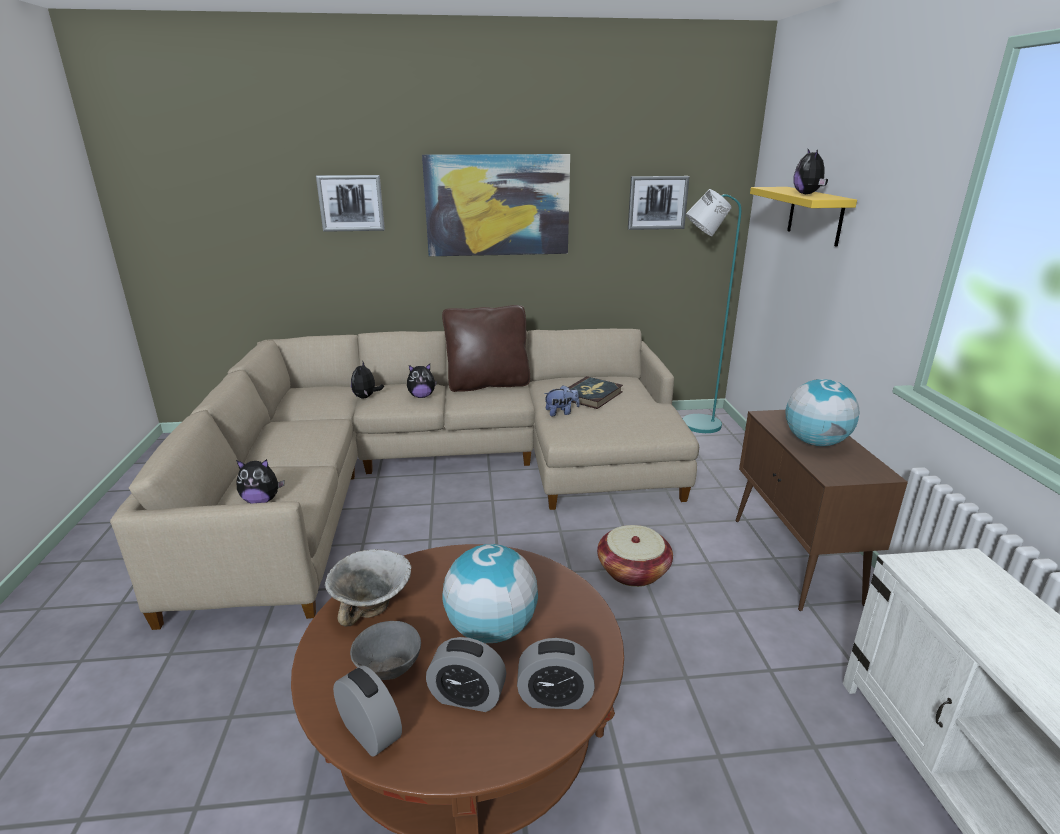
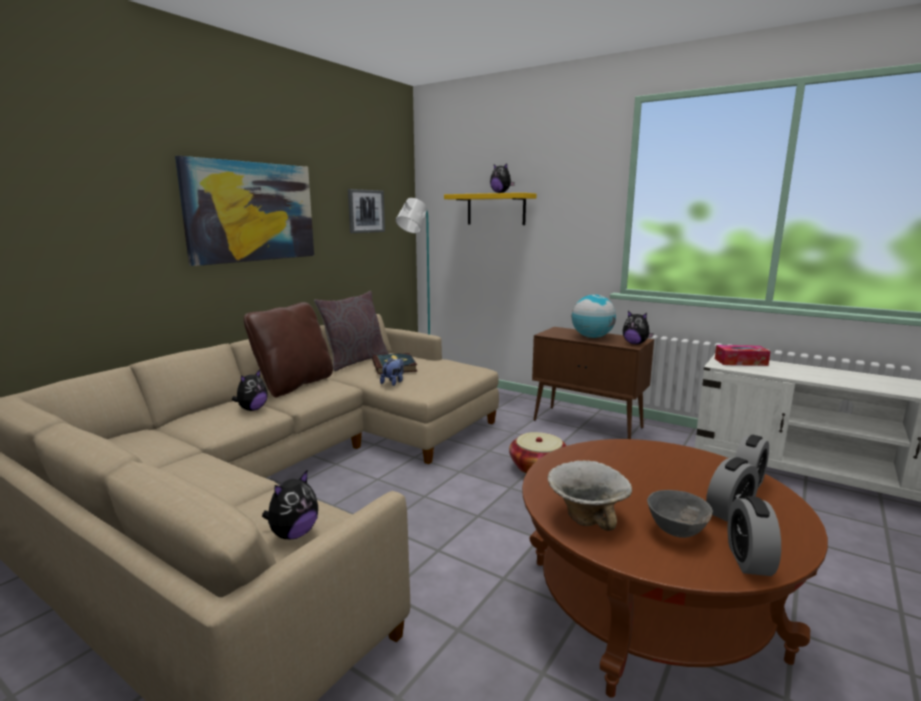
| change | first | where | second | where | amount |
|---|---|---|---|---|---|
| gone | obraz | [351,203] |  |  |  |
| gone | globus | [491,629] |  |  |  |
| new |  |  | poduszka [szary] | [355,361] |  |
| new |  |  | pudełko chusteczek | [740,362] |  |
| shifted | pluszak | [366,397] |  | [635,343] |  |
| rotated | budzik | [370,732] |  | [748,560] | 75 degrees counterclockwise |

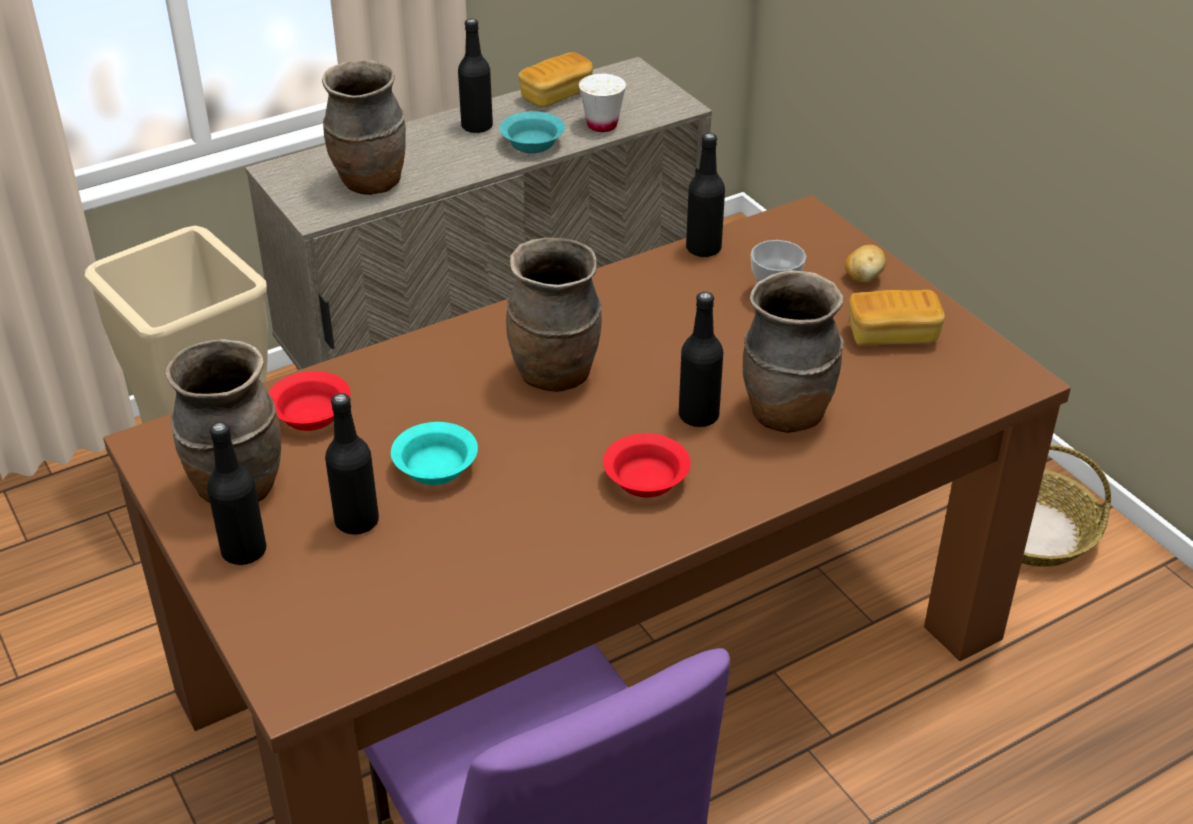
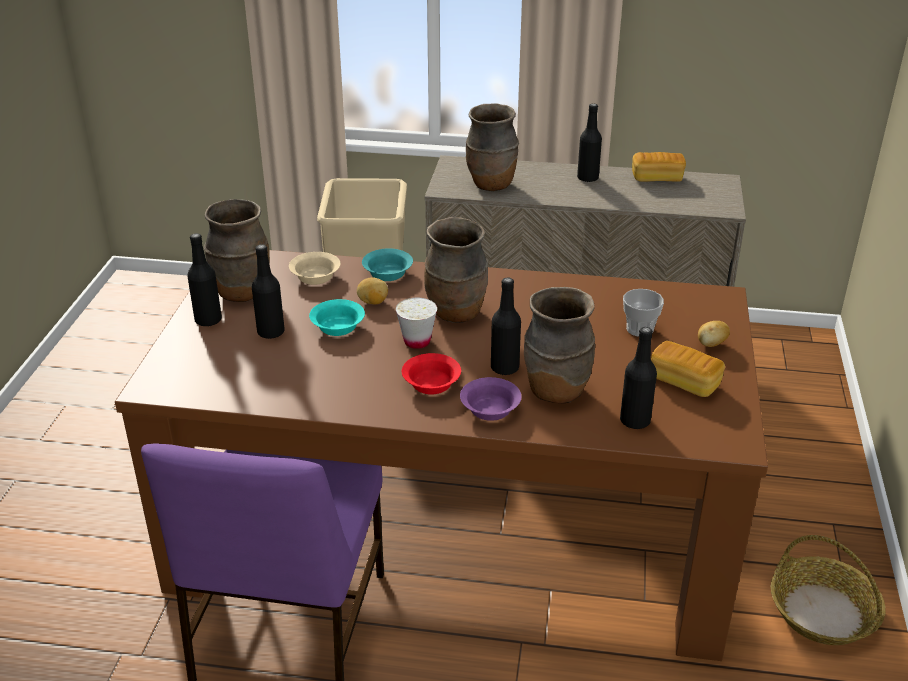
| change | first | where | second | where | amount |
|---|---|---|---|---|---|
| new |  |  | ziemniak | [373,302] |  |
| new |  |  | miska [fioletowy] | [489,409] |  |
| shifted | miska [turkusowy] | [534,143] |  | [389,274] |  |
| shifted | filiżanka [biały] | [602,125] |  | [417,341] |  |
| shifted | butelka [czarny] | [703,249] |  | [635,421] |  |
| repainted | miska [czerwony] | [313,414] | miska [beżowy] | [316,277] |  |

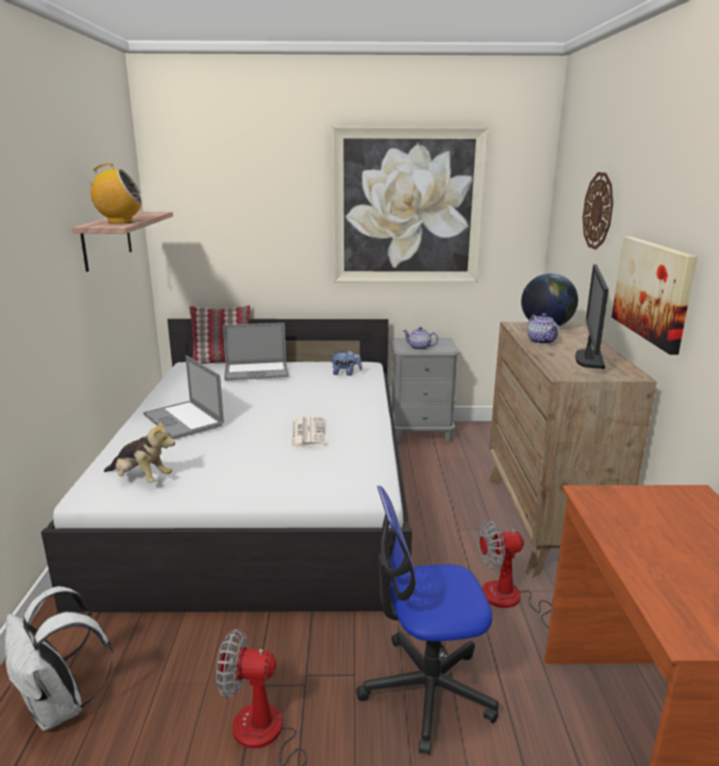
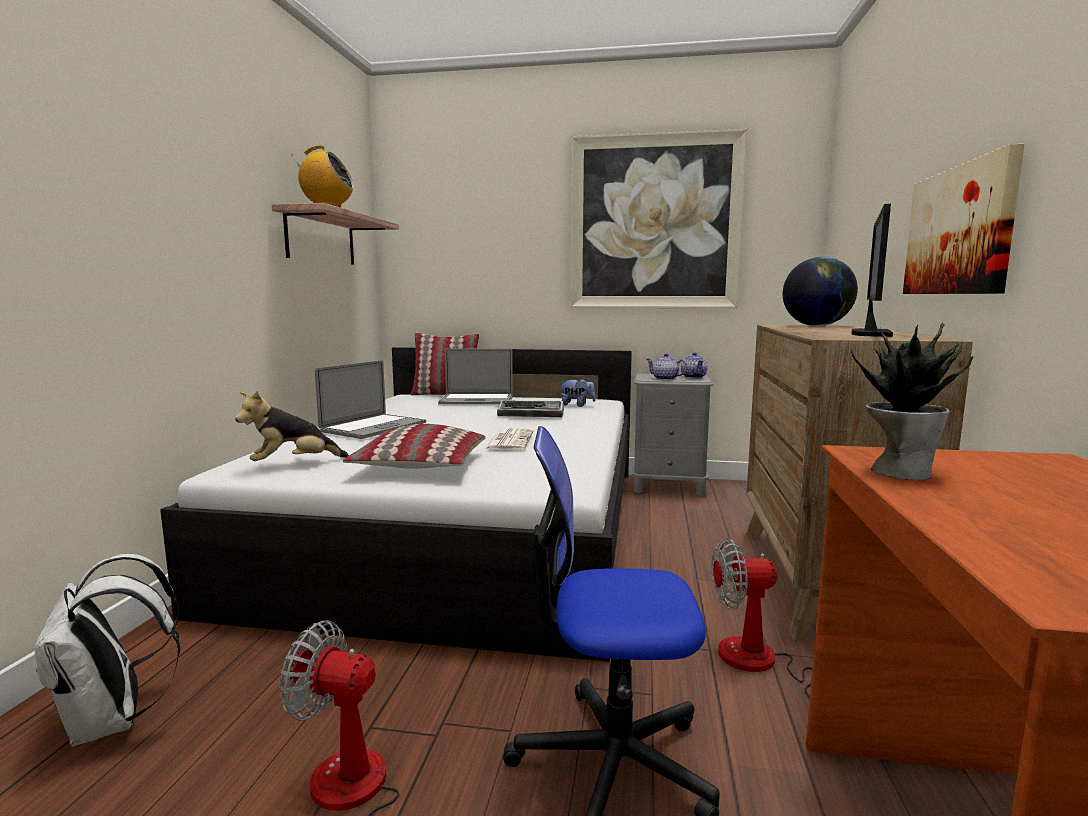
| change | first | where | second | where | amount |
|---|---|---|---|---|---|
| gone | zegar ścienny | [598,211] |  |  |  |
| new |  |  | poduszka | [420,466] |  |
| new |  |  | klawiatura | [532,414] |  |
| new |  |  | roślina doniczkowa | [899,471] |  |
| shifted | imbryk | [541,341] |  | [693,377] |  |
| rotated | pluszak | [141,479] |  | [293,464] | 120 degrees clockwise |
| rotated | laptop | [183,420] |  | [374,427] | 120 degrees counterclockwise |

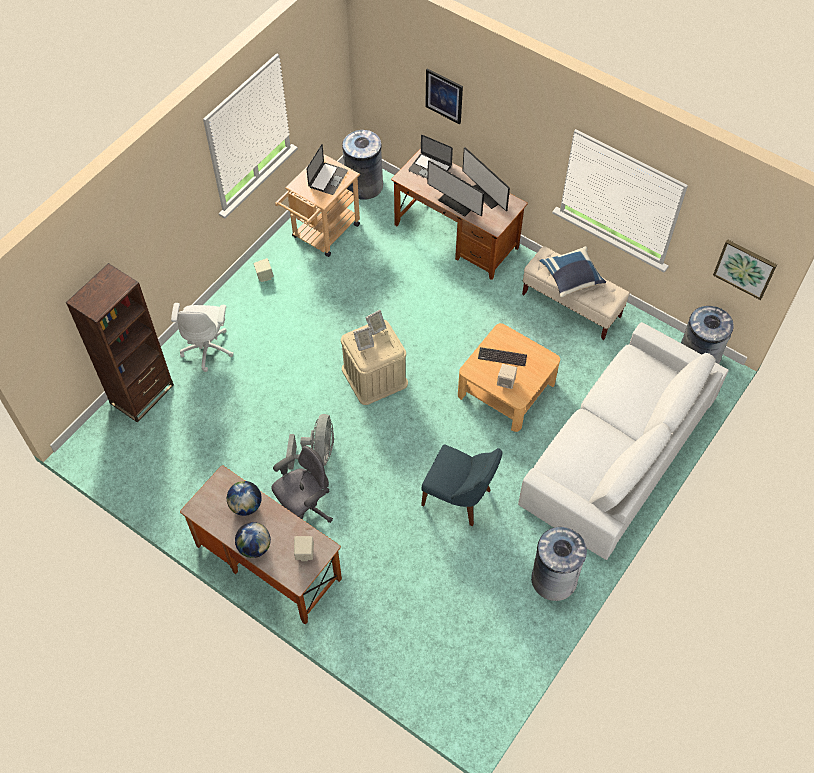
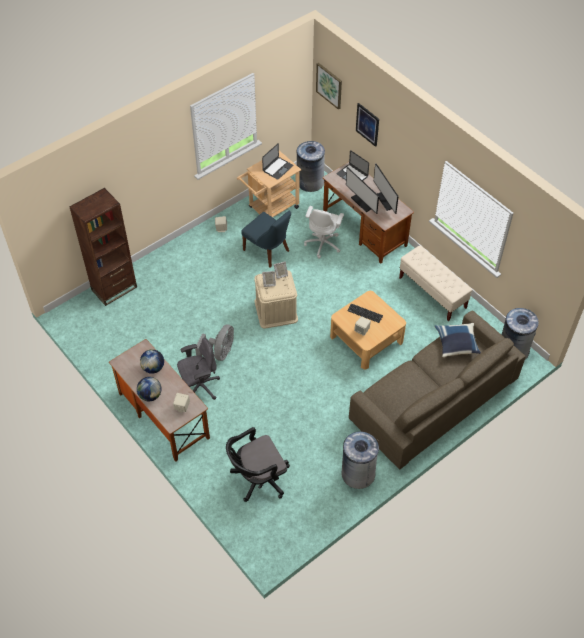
| change | first | where | second | where | amount |
|---|---|---|---|---|---|
| new |  |  | krzesło biurowe [czarny] | [257,479] |  |
| shifted | krzesło biurowe [biały] | [208,348] |  | [323,244] |  |
| shifted | krzesło [niebieski] | [459,498] |  | [268,251] |  |
| shifted | poduszka [niebieski] | [571,278] |  | [456,344] |  |
| shifted | obraz | [745,268] |  | [329,85] |  |
| repainted | kanapa [biały] | [617,450] | kanapa [brązowy] | [433,398] |  |

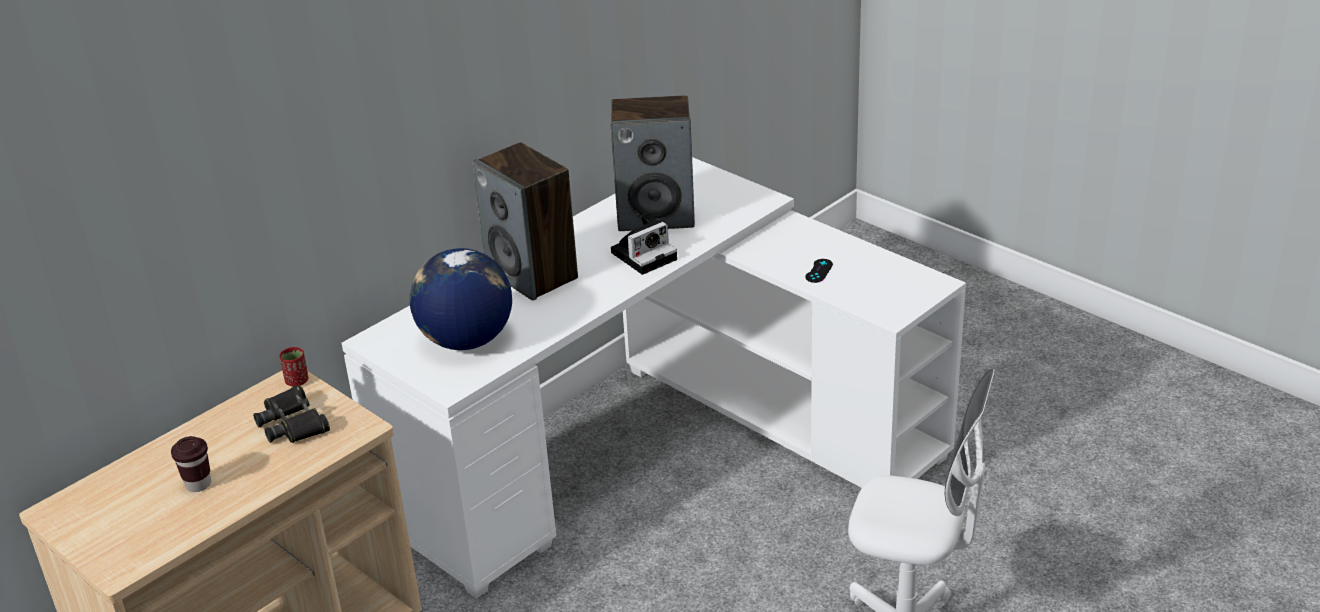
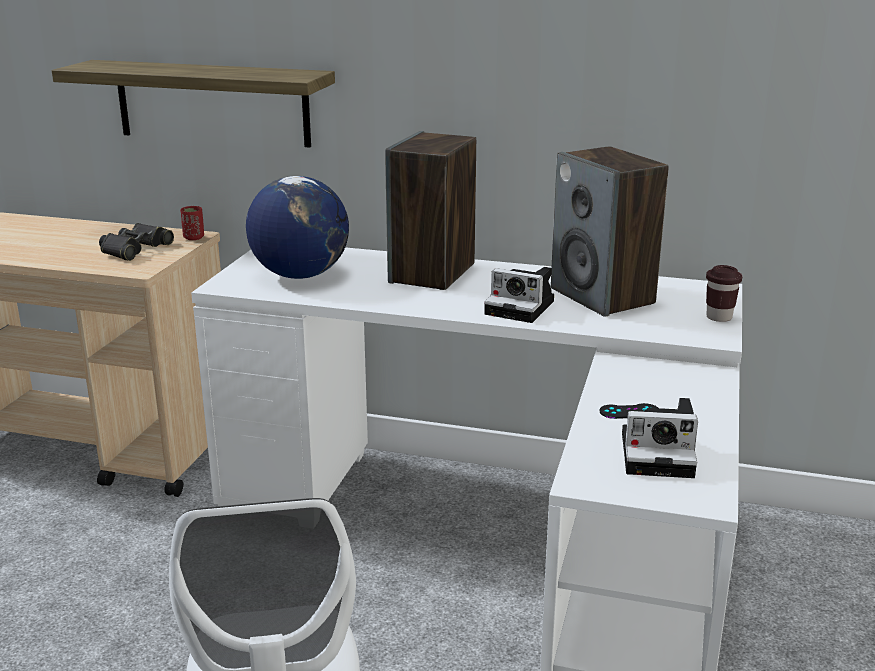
| change | first | where | second | where | amount |
|---|---|---|---|---|---|
| new |  |  | półka | [212,103] |  |
| new |  |  | aparat fotograficzny | [660,454] |  |
| shifted | filiżanka [brązowy] | [198,484] |  | [719,317] |  |

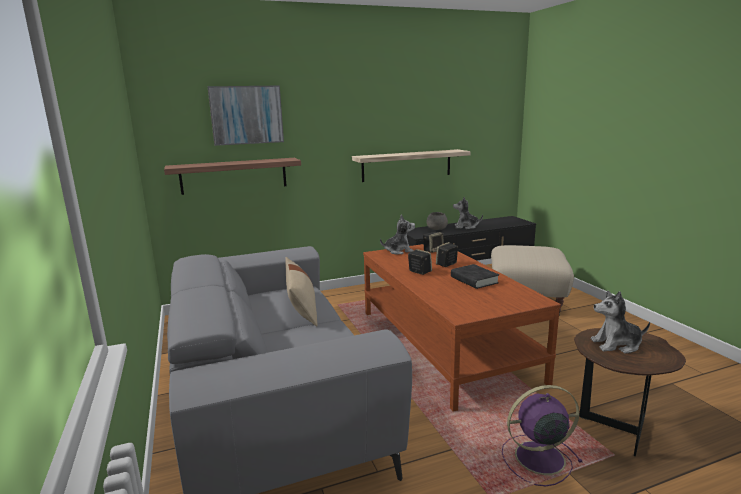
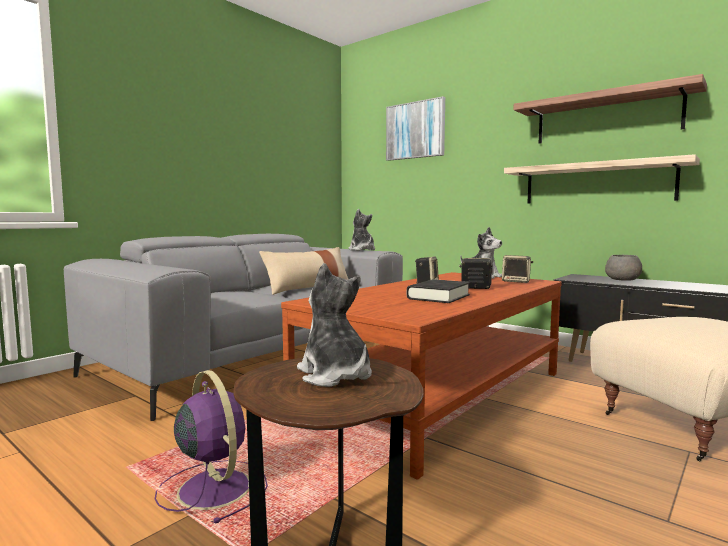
| change | first | where | second | where | amount |
|---|---|---|---|---|---|
| shifted | półka | [234,175] |  | [606,117] |  |
| shifted | pluszak | [466,227] |  | [361,250] |  |

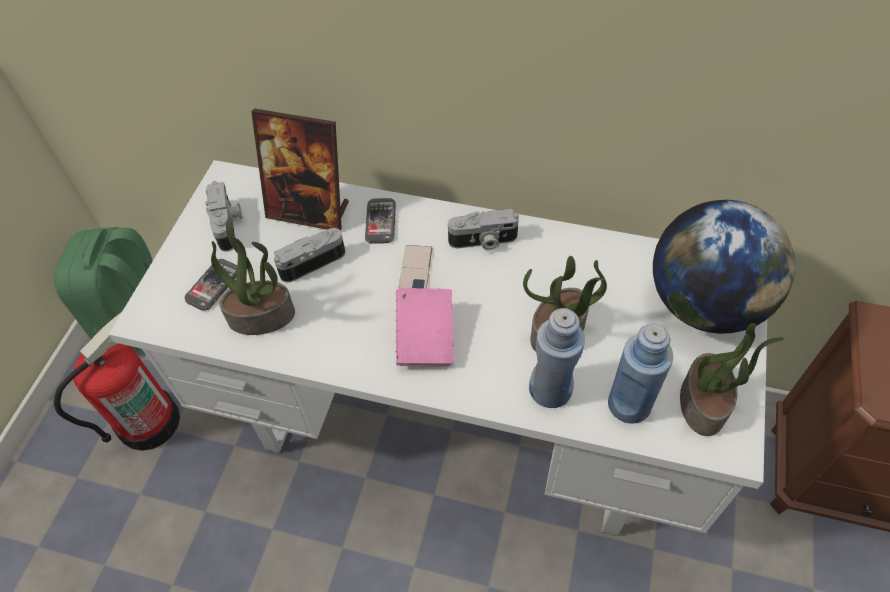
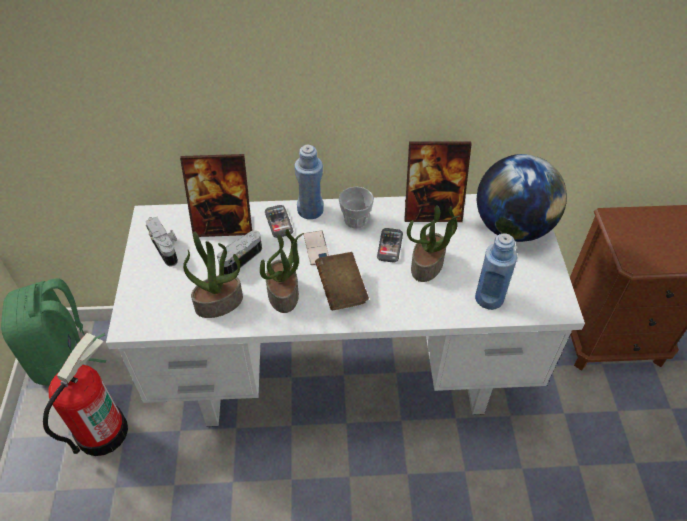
| change | first | where | second | where | amount |
|---|---|---|---|---|---|
| new |  |  | ramka na zdjęcie | [432,212] |  |
| shifted | telefon | [213,285] |  | [389,246] |  |
| shifted | butelka [niebieski] | [550,389] |  | [310,210] |  |
| shifted | roślina doniczkowa | [704,403] |  | [284,294] |  |
| swapped | aparat fotograficzny | [483,241] | filiżanka | [355,220] |  |
| repainted | książka [różowy] | [425,338] | książka [brązowy] | [341,290] |  |

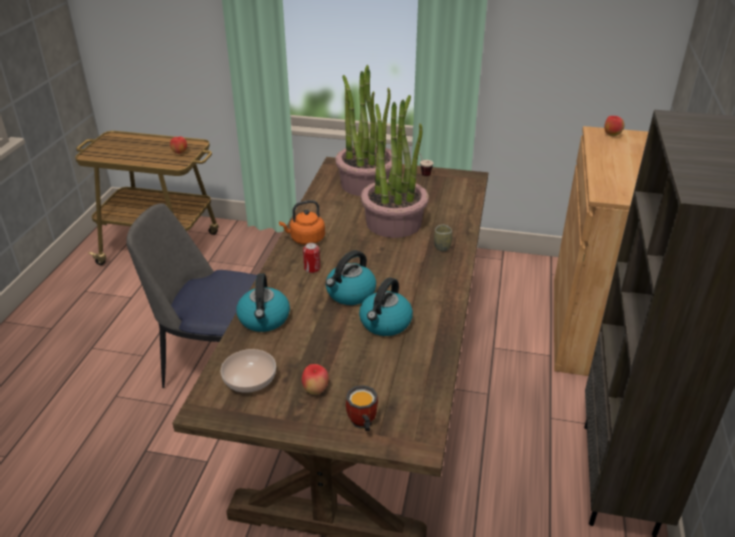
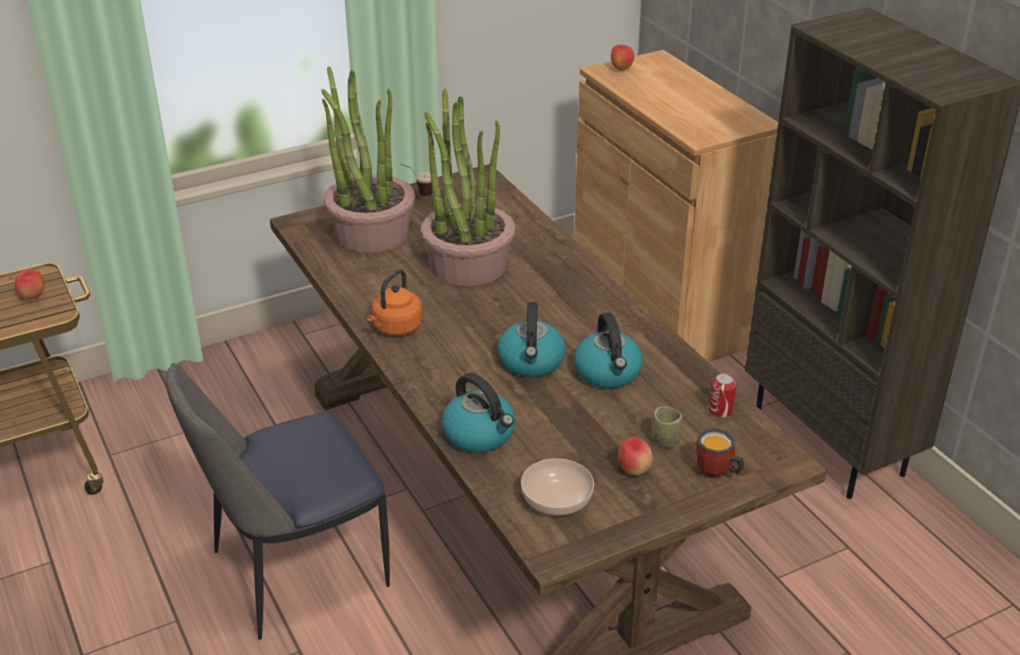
| change | first | where | second | where | amount |
|---|---|---|---|---|---|
| shifted | puszka | [312,268] |  | [720,410] |  |
| shifted | filiżanka | [442,247] |  | [665,441] |  |

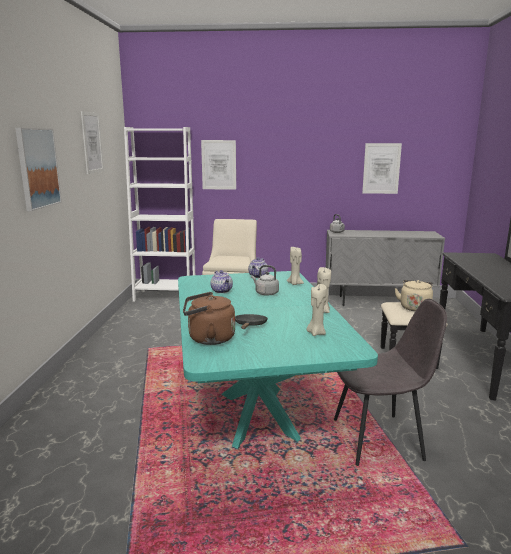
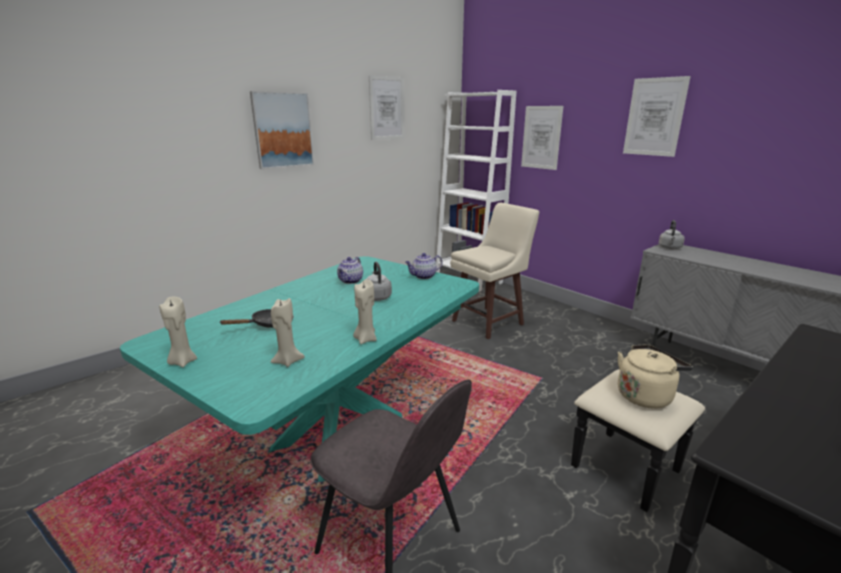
| change | first | where | second | where | amount |
|---|---|---|---|---|---|
| gone | czajnik [brązowy] | [208,339] |  |  |  |
| shifted | świeca [beżowy] | [294,284] |  | [183,361] |  |
| shifted | obraz | [381,168] |  | [654,117] |  |

